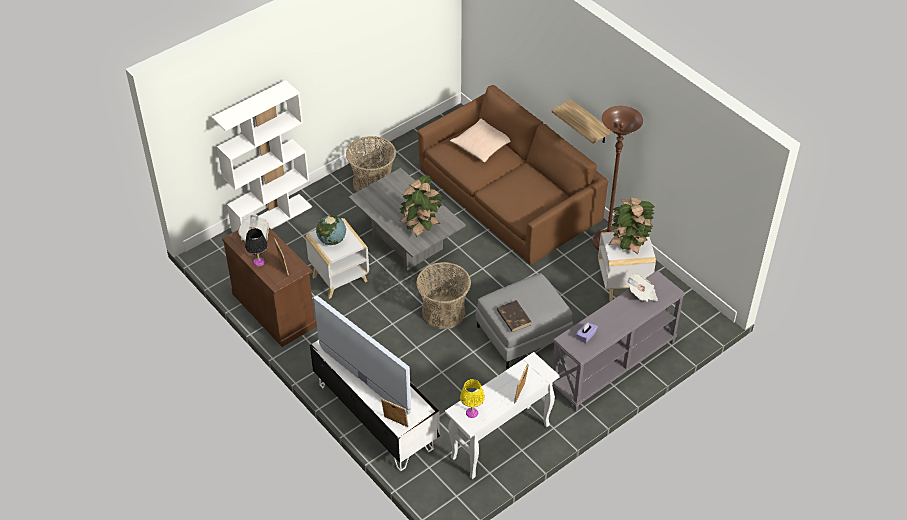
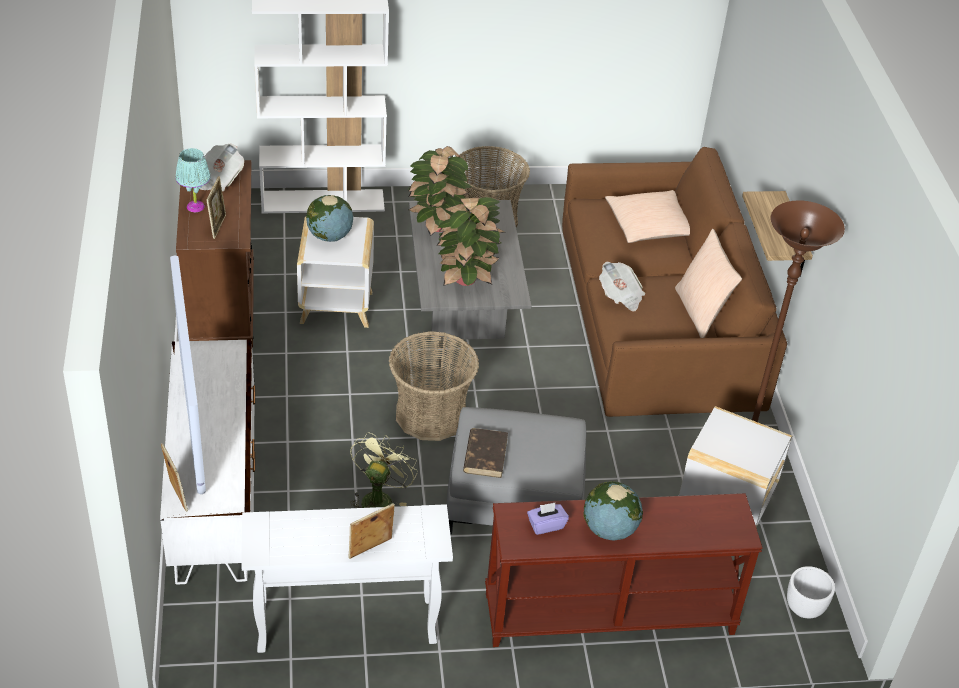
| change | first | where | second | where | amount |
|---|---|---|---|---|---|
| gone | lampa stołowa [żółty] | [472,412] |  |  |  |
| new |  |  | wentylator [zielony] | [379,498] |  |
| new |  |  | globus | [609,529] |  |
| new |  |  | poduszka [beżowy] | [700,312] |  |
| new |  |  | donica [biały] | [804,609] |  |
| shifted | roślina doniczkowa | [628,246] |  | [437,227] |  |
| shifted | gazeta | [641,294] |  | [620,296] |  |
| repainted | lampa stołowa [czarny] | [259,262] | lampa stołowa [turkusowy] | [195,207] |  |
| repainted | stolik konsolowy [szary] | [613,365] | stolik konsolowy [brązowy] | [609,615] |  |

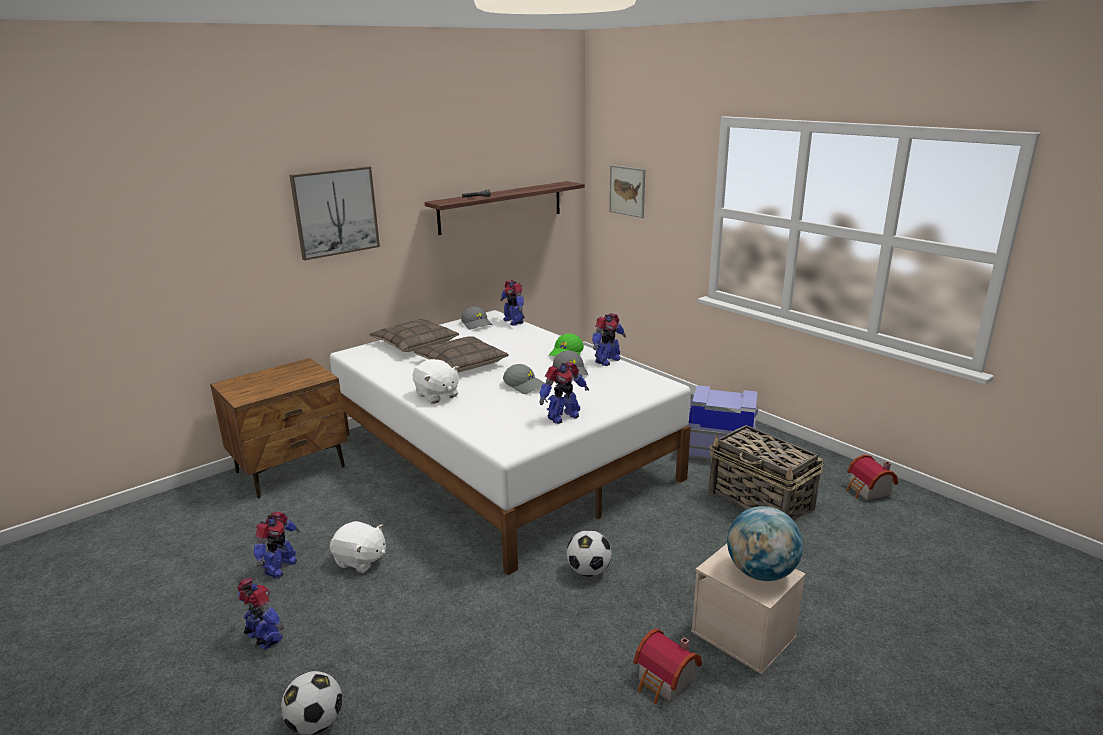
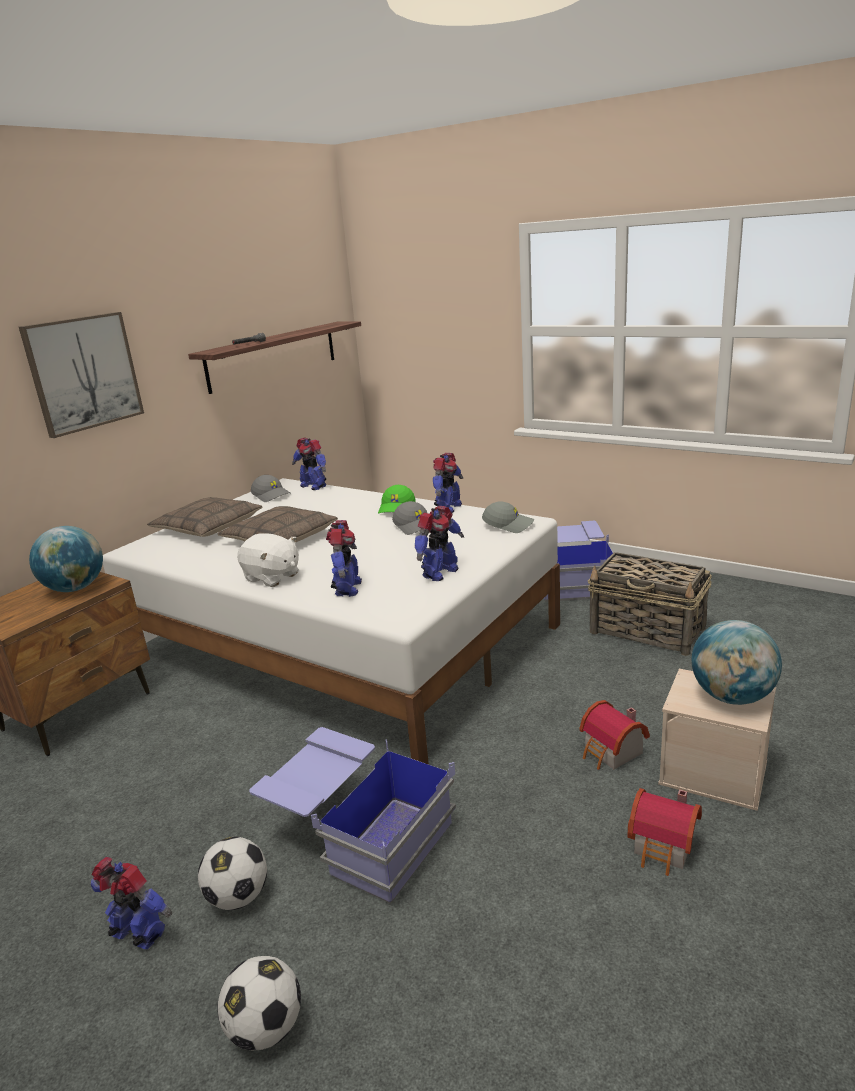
| change | first | where | second | where | amount |
|---|---|---|---|---|---|
| gone | pluszak [biały] | [360,561] |  |  |  |
| gone | obraz | [627,191] |  |  |  |
| new |  |  | globus | [75,588] |  |
| new |  |  | pojemnik do przechowywania [niebieski] | [358,835] |  |
| shifted | robot zabawkowy | [280,567] |  | [347,588] |  |
| shifted | czapka z daszkiem [szary] | [525,385] |  | [508,525] |  |
| shifted | piłka futbolowa | [589,571] |  | [238,897] |  |
| shifted | domek | [868,491] |  | [612,753] |  |

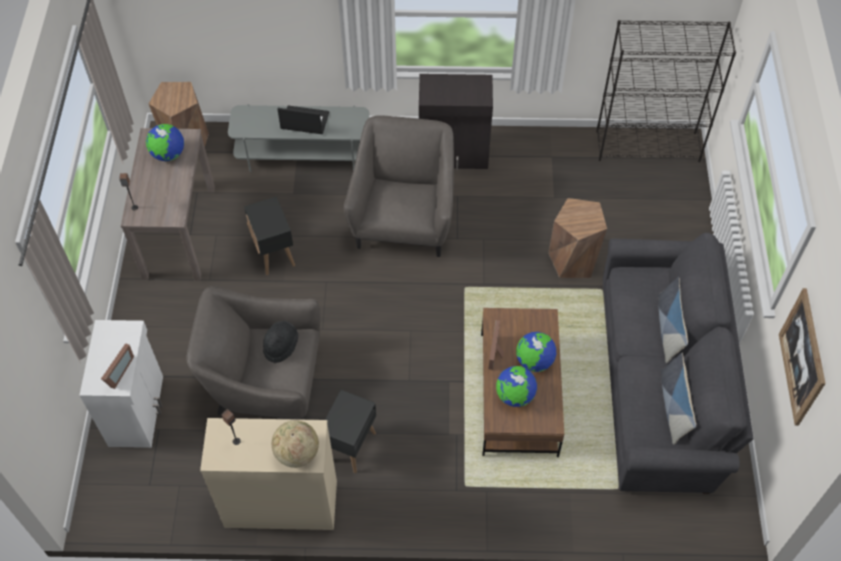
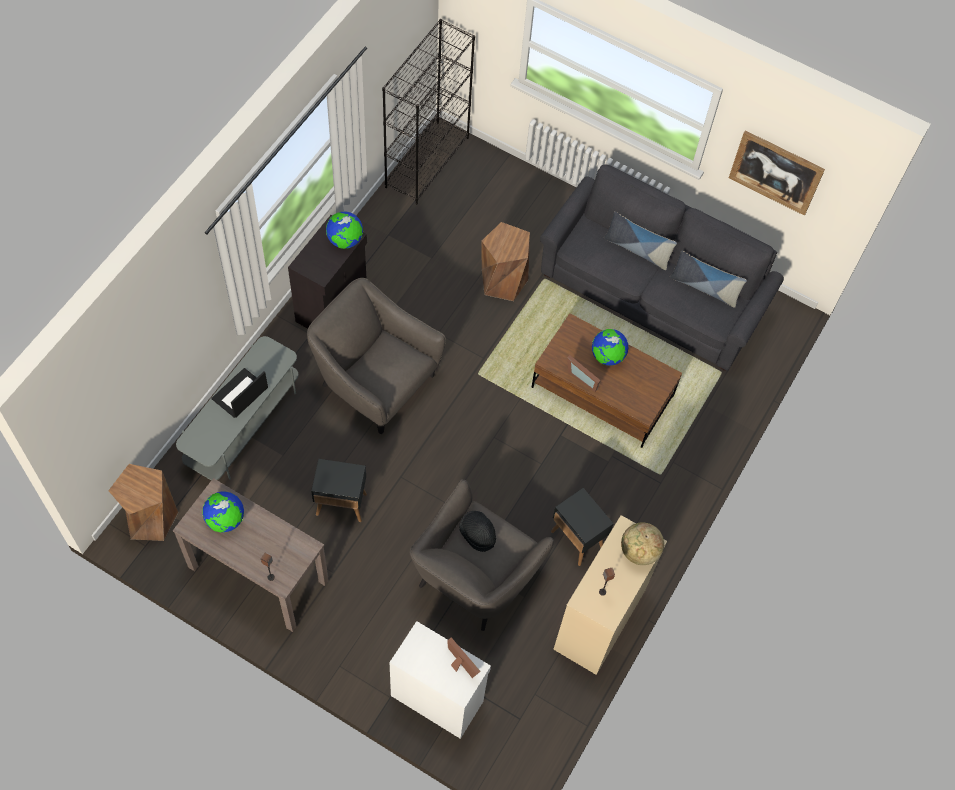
| change | first | where | second | where | amount |
|---|---|---|---|---|---|
| shifted | globus | [514,396] |  | [345,240] |  |

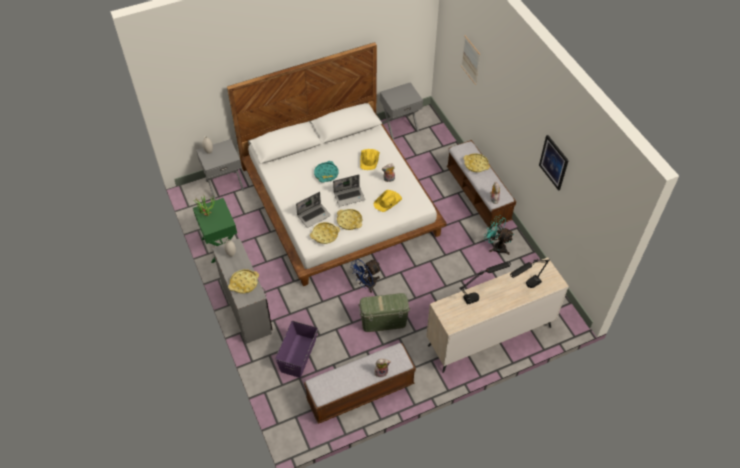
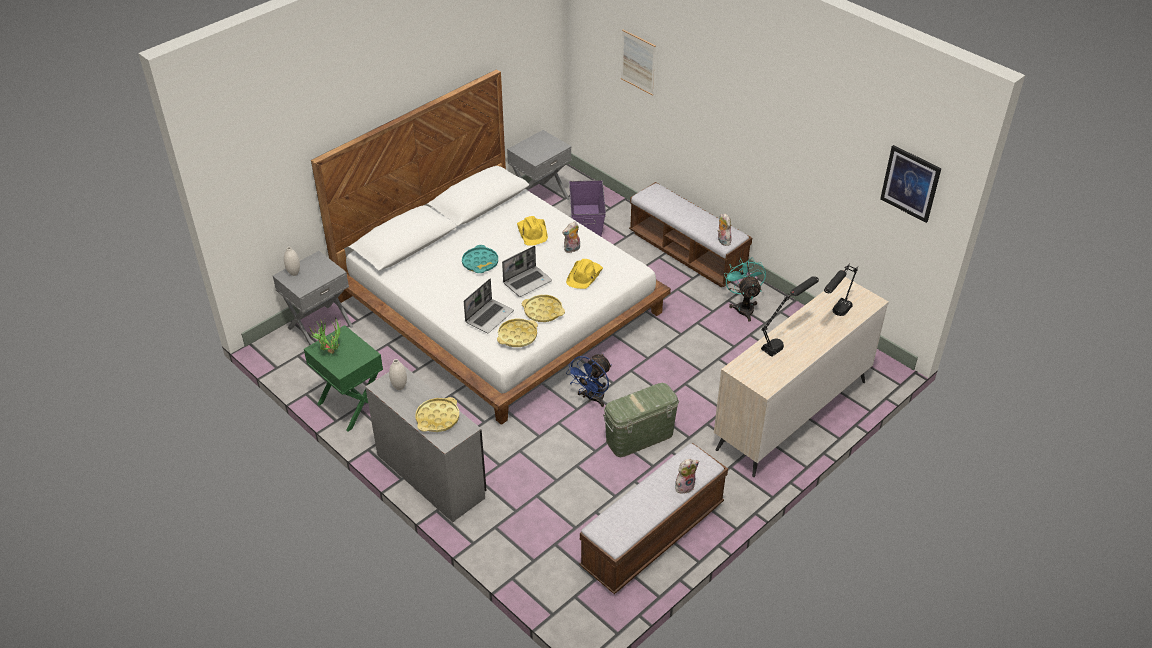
| change | first | where | second | where | amount |
|---|---|---|---|---|---|
| gone | taca [żółty] | [476,164] |  |  |  |
| shifted | pojemnik do przechowywania [fioletowy] | [298,355] |  | [586,221] |  |
| shifted | obraz | [554,162] |  | [910,183] |  |
| rotated | wentylator [turkusowy] | [496,246] |  | [743,307] | 60 degrees clockwise |

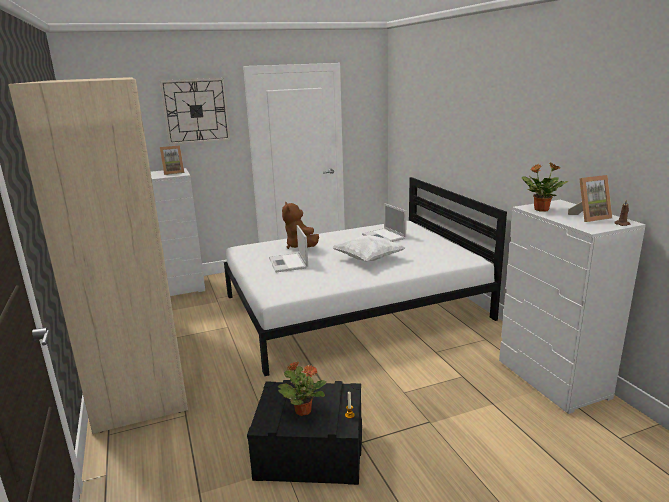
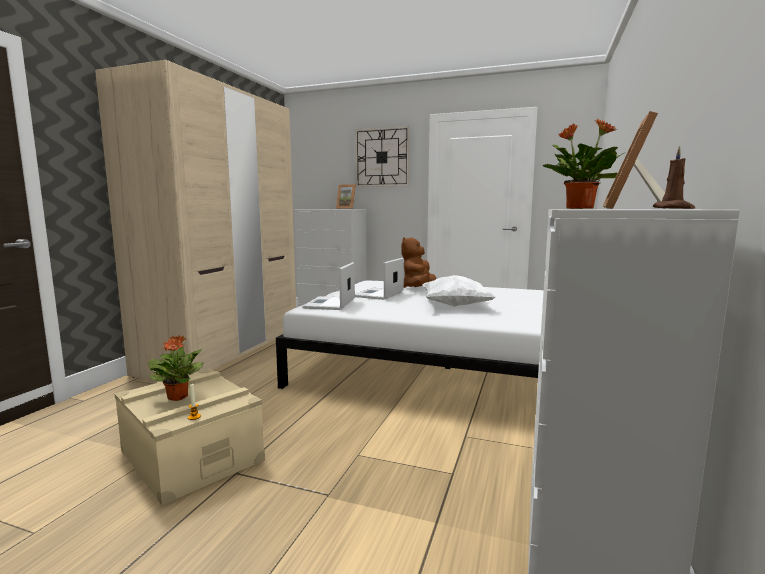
| change | first | where | second | where | amount |
|---|---|---|---|---|---|
| shifted | laptop | [384,237] |  | [329,304] |  |
| repainted | pojemnik do przechowywania [czarny] | [310,451] | pojemnik do przechowywania [beżowy] | [191,455] |  |
| rotated | ramka na zdjęcie | [589,217] |  | [633,208] | 90 degrees clockwise |

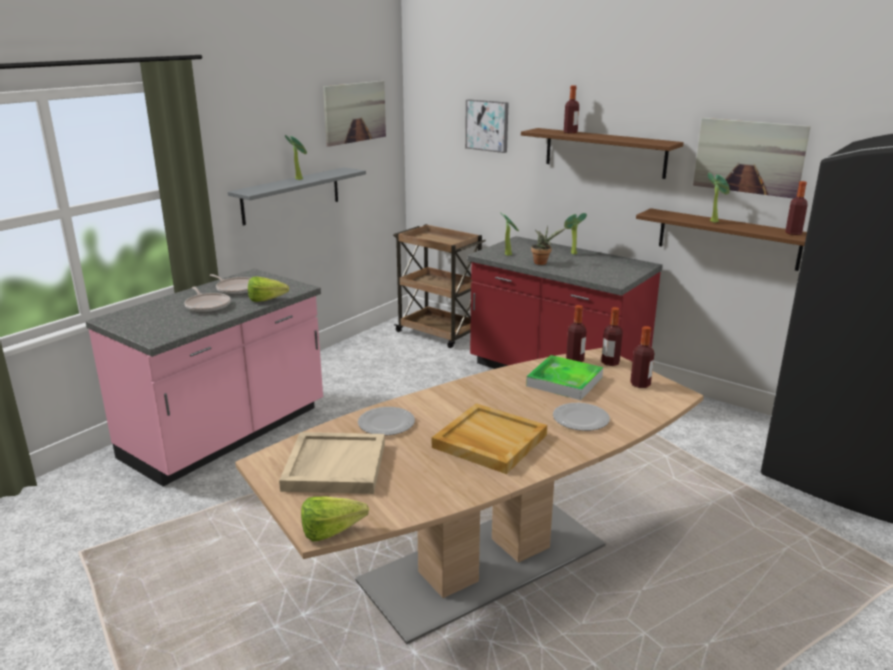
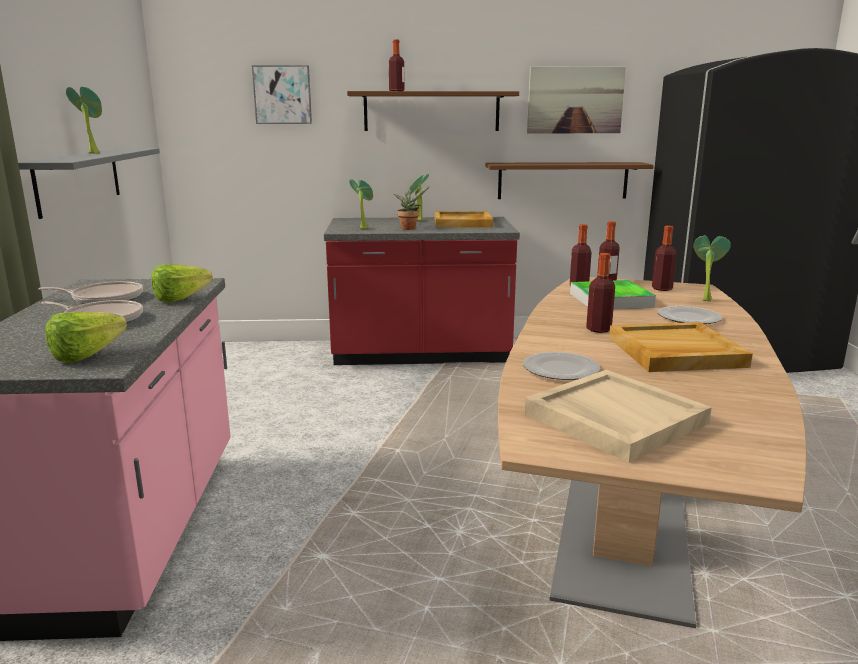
| change | first | where | second | where | amount |
|---|---|---|---|---|---|
| gone | obraz | [355,112] |  |  |  |
| gone | wózek [brązowy] | [439,333] |  |  |  |
| new |  |  | taca [beżowy] | [463,223] |  |
| shifted | sałata | [337,532] |  | [94,354] |  |
| shifted | roślina doniczkowa | [714,221] |  | [704,300] |  |
| shifted | butelka | [793,233] |  | [598,329] |  |

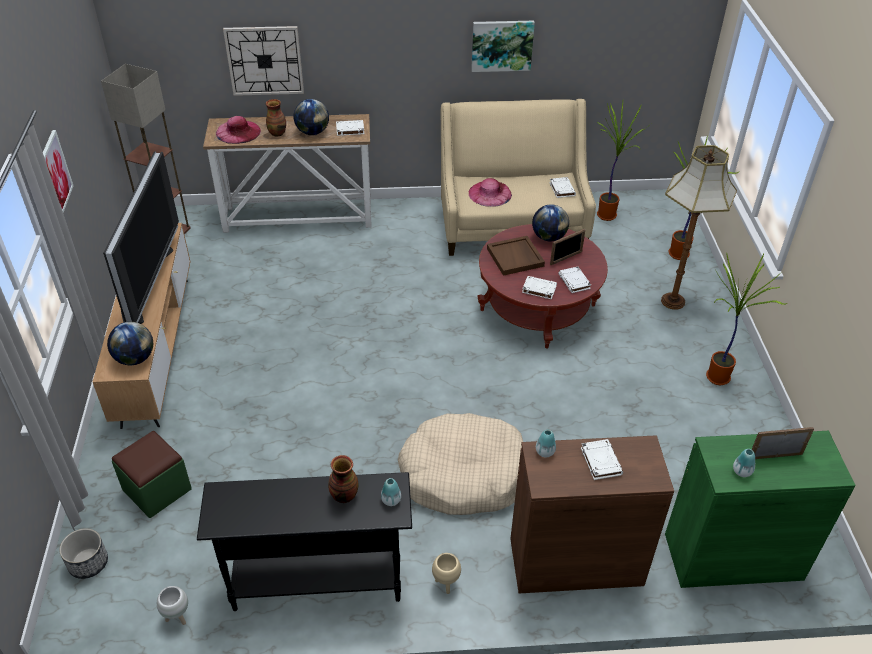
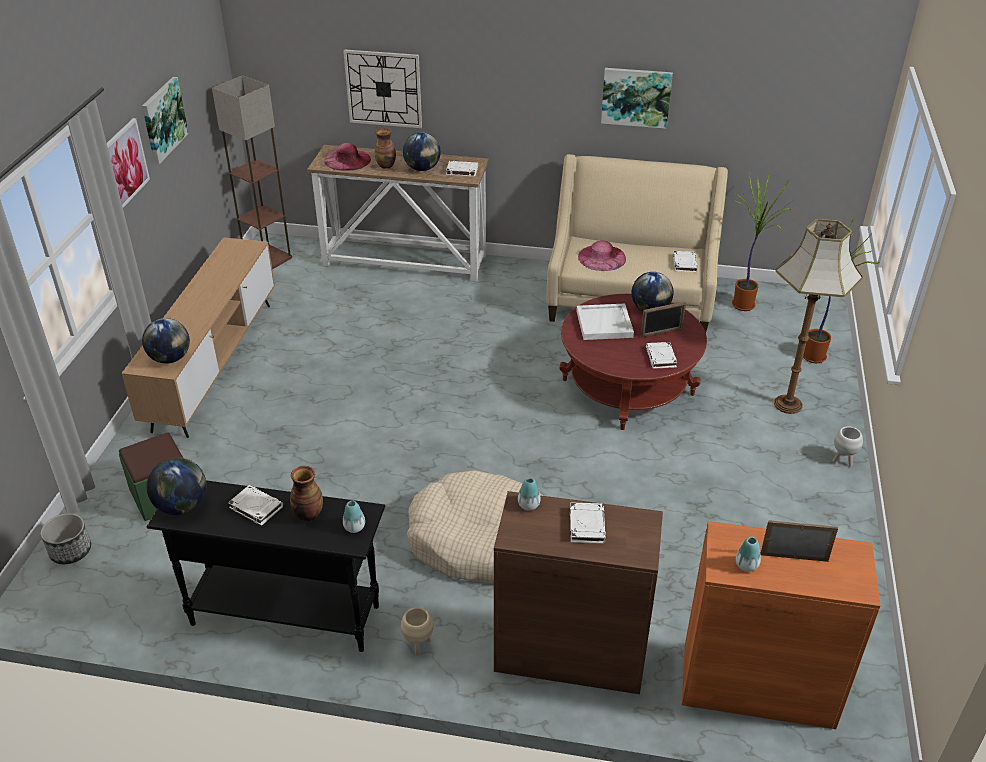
| change | first | where | second | where | amount |
|---|---|---|---|---|---|
| gone | telewizor | [148,284] |  |  |  |
| gone | roślina doniczkowa | [718,379] |  |  |  |
| new |  |  | obraz | [163,119] |  |
| new |  |  | globus | [182,506] |  |
| shifted | donica [biały] | [178,617] |  | [843,460] |  |
| shifted | książka [biały] | [538,289] |  | [255,507] |  |
| repainted | taca [brązowy] | [515,257] | taca [biały] | [604,324] |  |
| repainted | szafka [zielony] | [733,556] | szafka [pomarańczowy] | [757,685] |  |

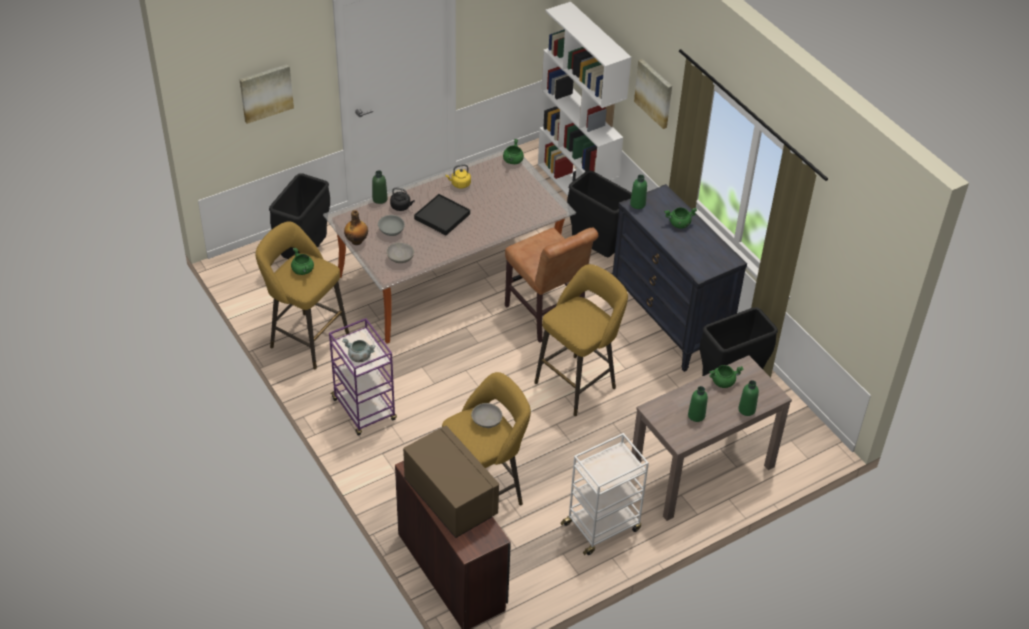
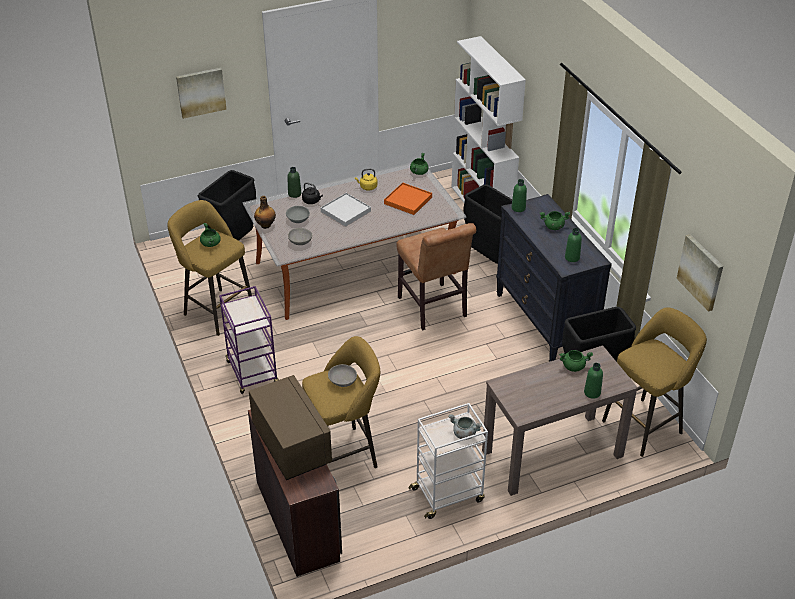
| change | first | where | second | where | amount |
|---|---|---|---|---|---|
| new |  |  | taca [pomarańczowy] | [408,200] |  |
| shifted | garnek [szary] | [359,357] |  | [464,434] |  |
| shifted | stołek [żółty] | [578,383] |  | [645,425] |  |
| shifted | obraz | [654,93] |  | [701,272] |  |
| shifted | butelka [zielony] | [696,415] |  | [572,257] |  |
| repainted | taca [czarny] | [442,216] | taca [biały] | [345,211] |  |

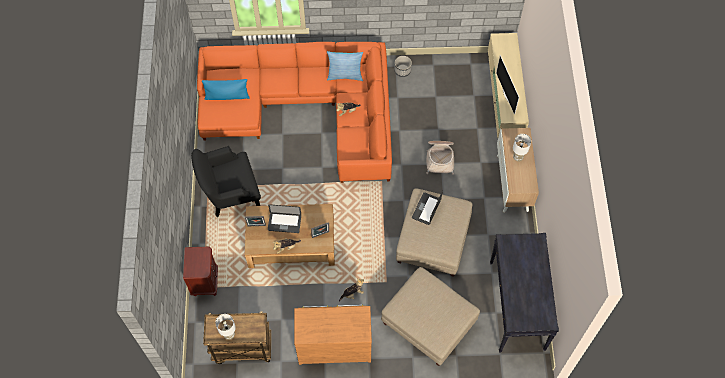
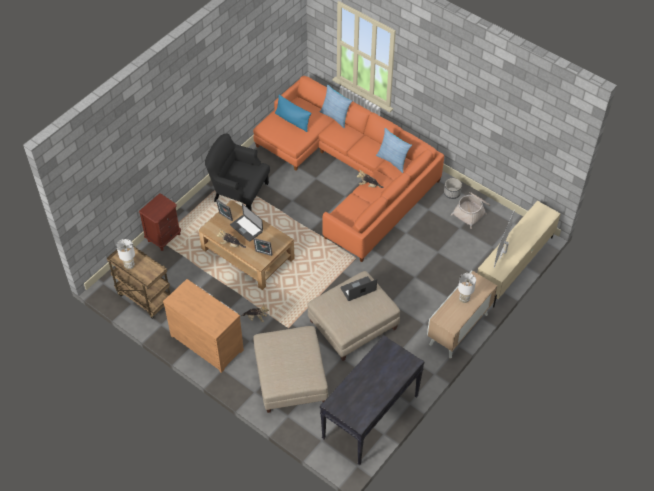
| change | first | where | second | where | amount |
|---|---|---|---|---|---|
| new |  |  | poduszka | [335,117] |  |
| shifted | koszyk | [440,158] |  | [471,212] |  |

